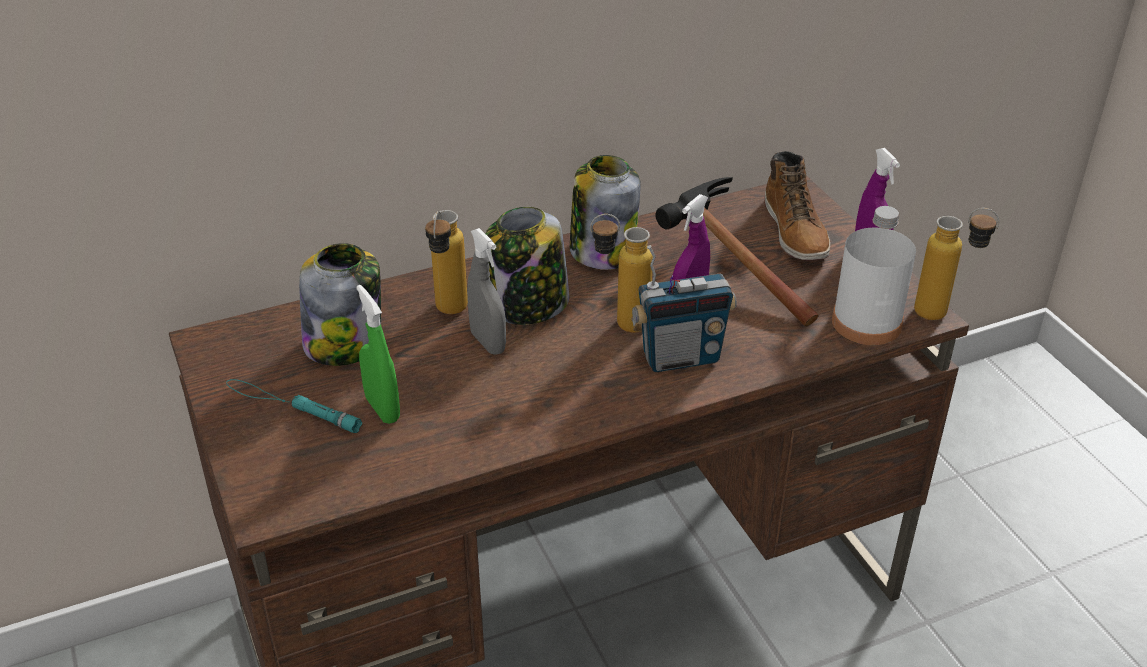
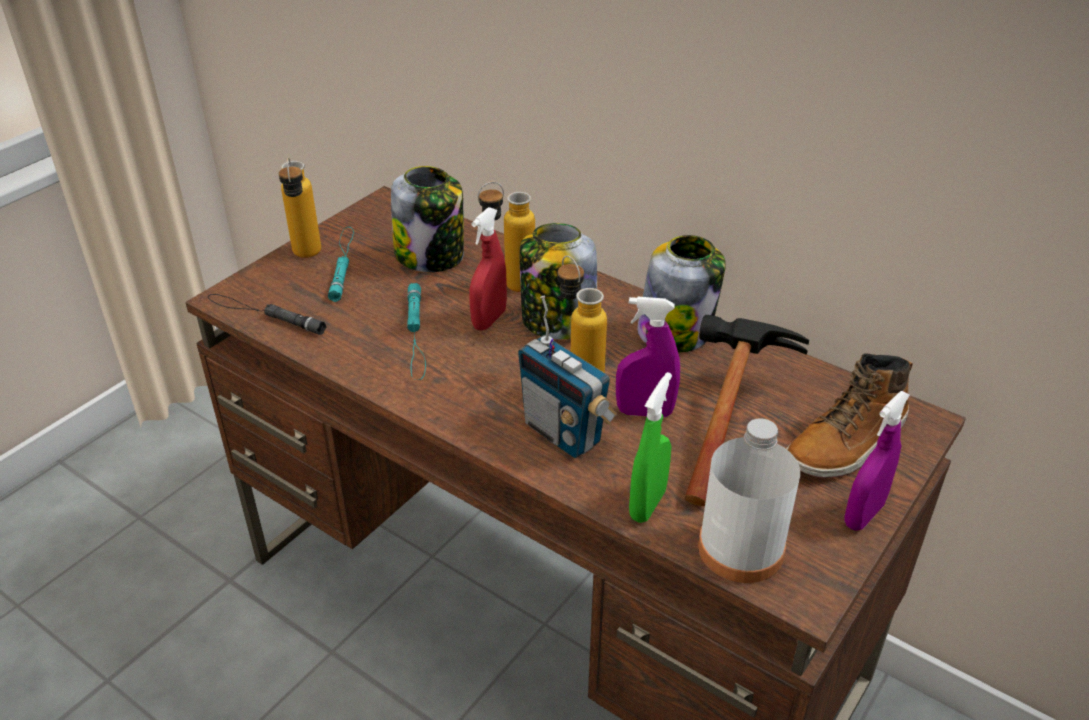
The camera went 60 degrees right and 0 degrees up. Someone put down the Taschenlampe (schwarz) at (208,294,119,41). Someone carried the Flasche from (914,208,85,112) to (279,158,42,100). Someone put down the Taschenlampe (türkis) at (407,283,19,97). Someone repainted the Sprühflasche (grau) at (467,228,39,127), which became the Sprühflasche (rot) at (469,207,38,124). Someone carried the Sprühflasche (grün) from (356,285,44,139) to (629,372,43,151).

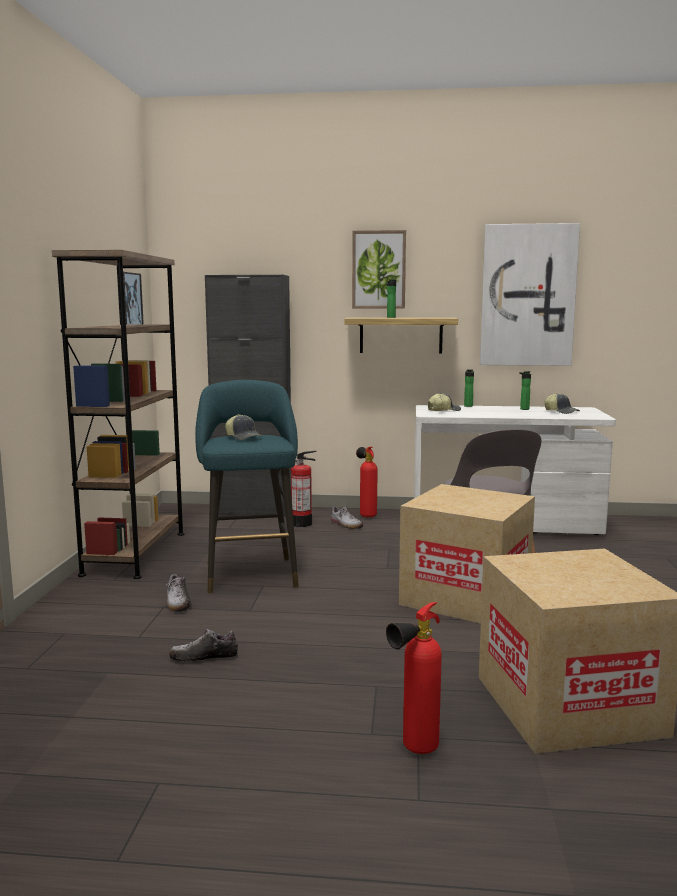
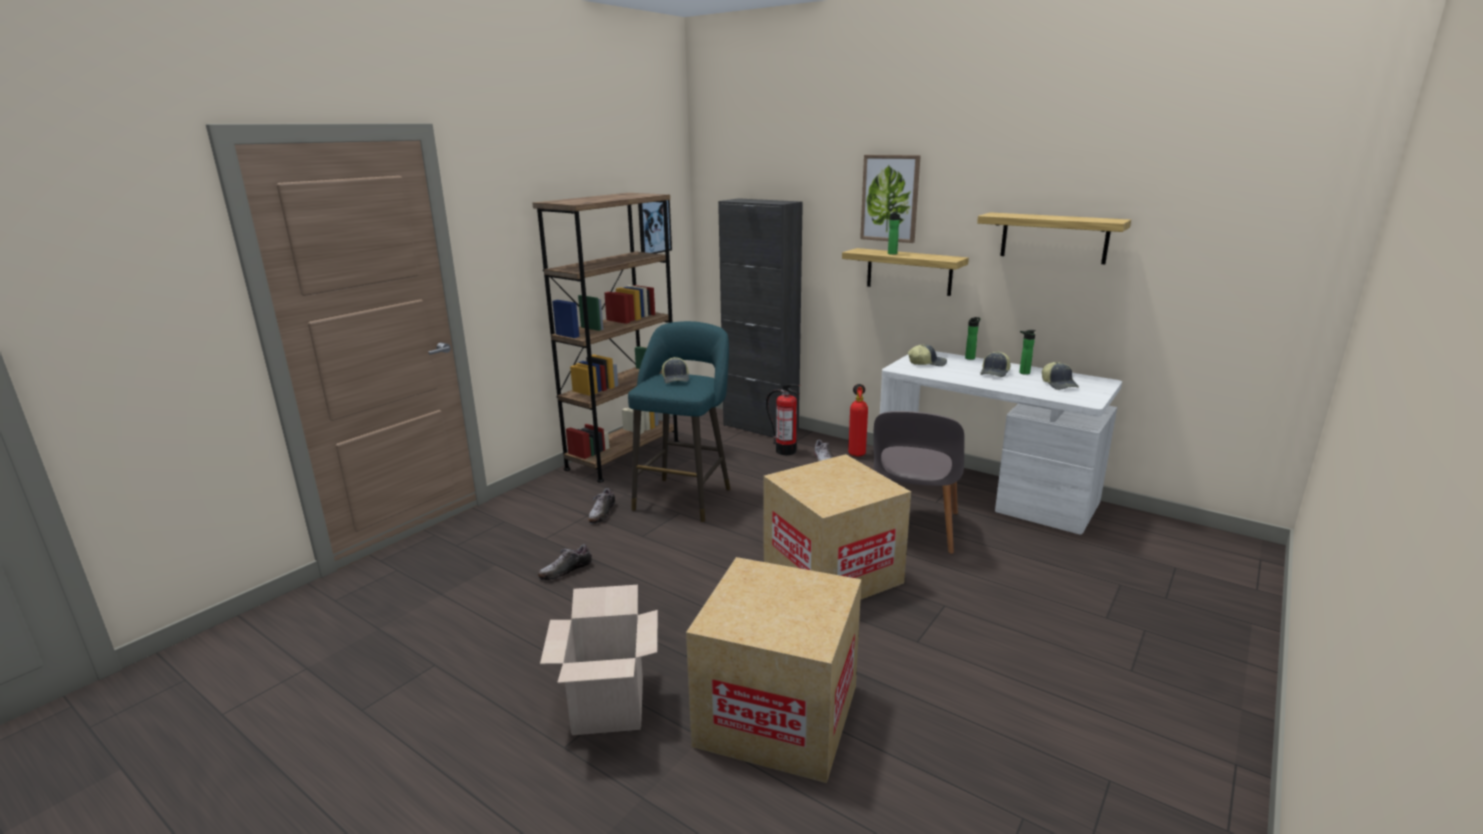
The camera went 30 degrees right and 10 degrees up. Someone rotated the Schuh at (169,629,69,33) by 60 degrees counterclockwise. Someone swapped the Feuerlöscher at (386,602,56,152) for the Karton at (540,585,118,150). Someone swapped the Bild at (480,223,100,143) for the Wandregal at (977,212,154,52). Someone put down the Kappe at (980,351,30,26).

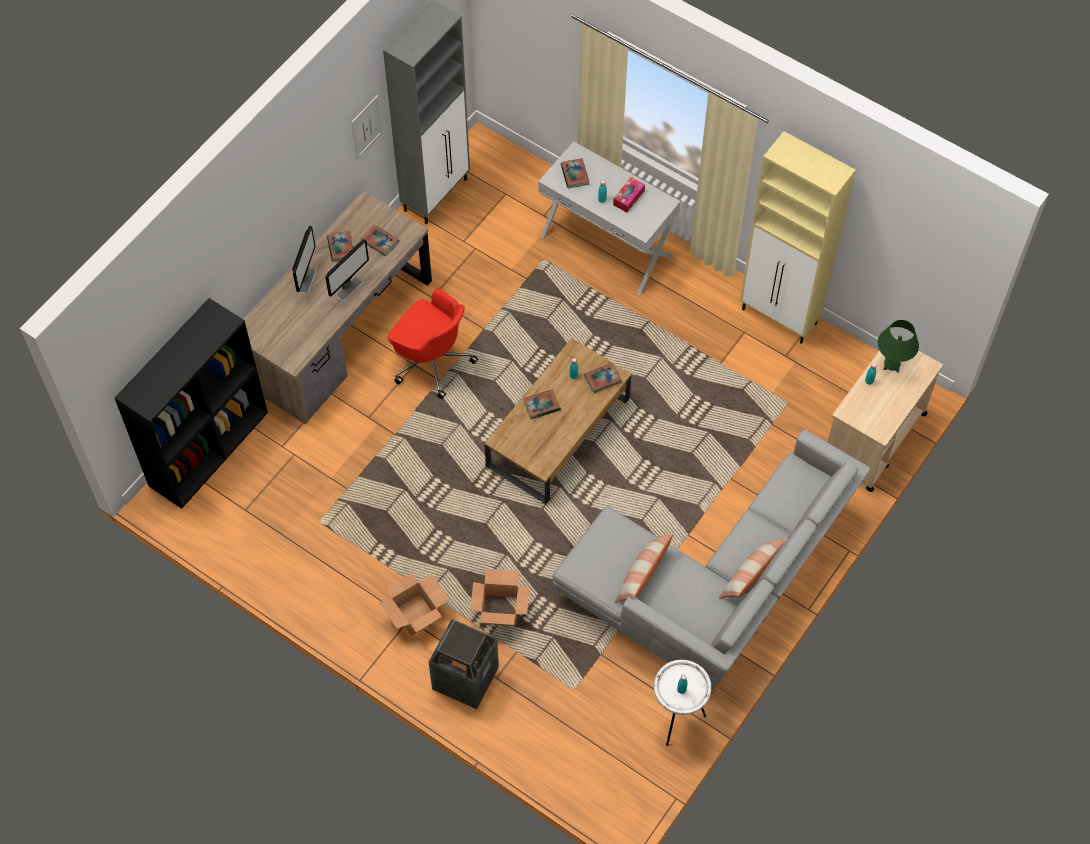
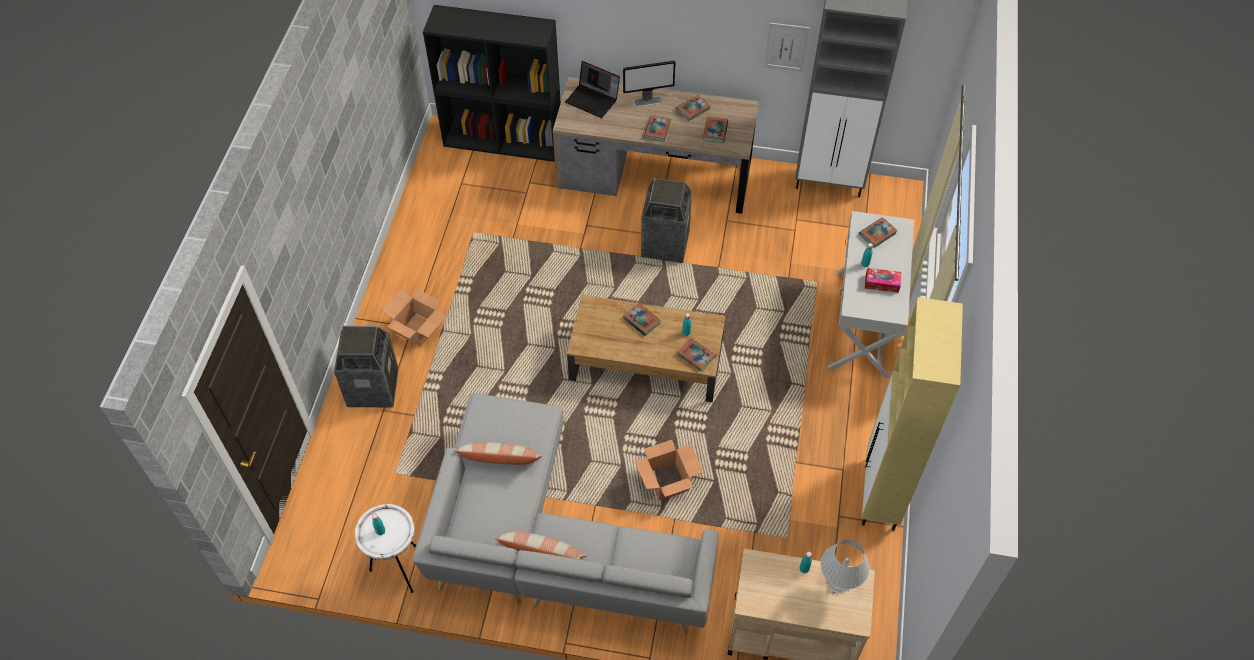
The camera went 65 degrees right and 5 degrees down. Someone put down the Laptop at (565,61,55,57). Someone carried the Karton from (470,569,59,57) to (635,440,69,61). Someone swapped the Bürostuhl (rot) at (388,289,90,110) for the Mülleimer at (641,178,51,85). Someone swapped the Monitor at (325,239,44,62) for the Buch at (644,115,27,27). Someone repainted the Tischlampe (grün) at (878,320,41,53), which became the Tischlampe (weiß) at (820,540,50,55).

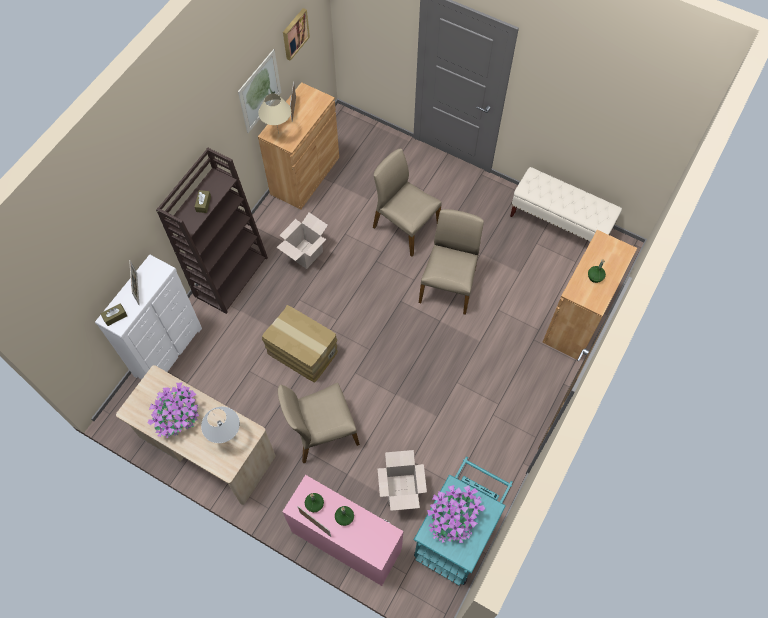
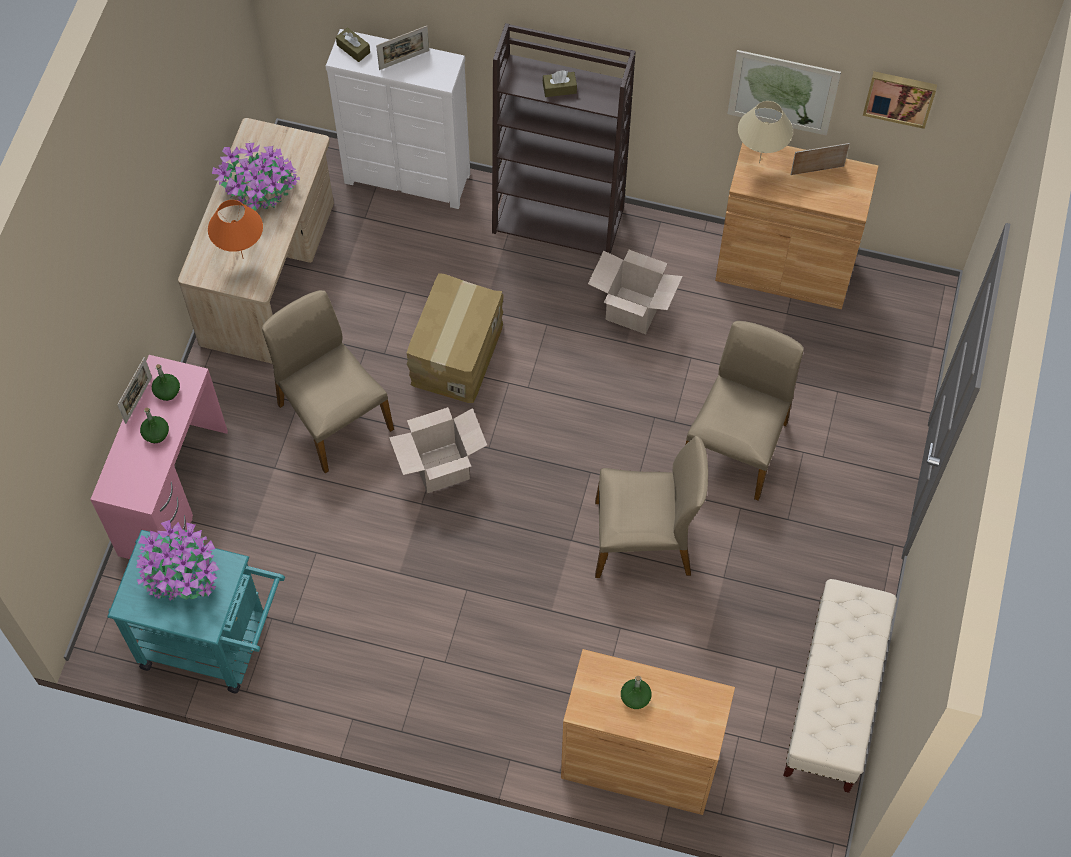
The camera went 75 degrees right and 0 degrees up. Someone repainted the Tischlampe (weiß) at (201,407,39,36), which became the Tischlampe (orange) at (208,200,55,58). Someone carried the Karton from (378,450,49,61) to (389,407,98,86).

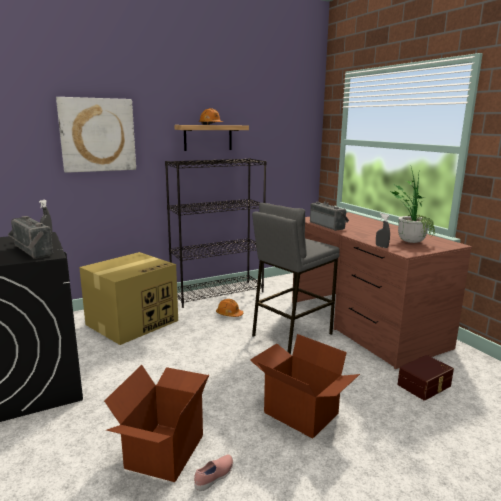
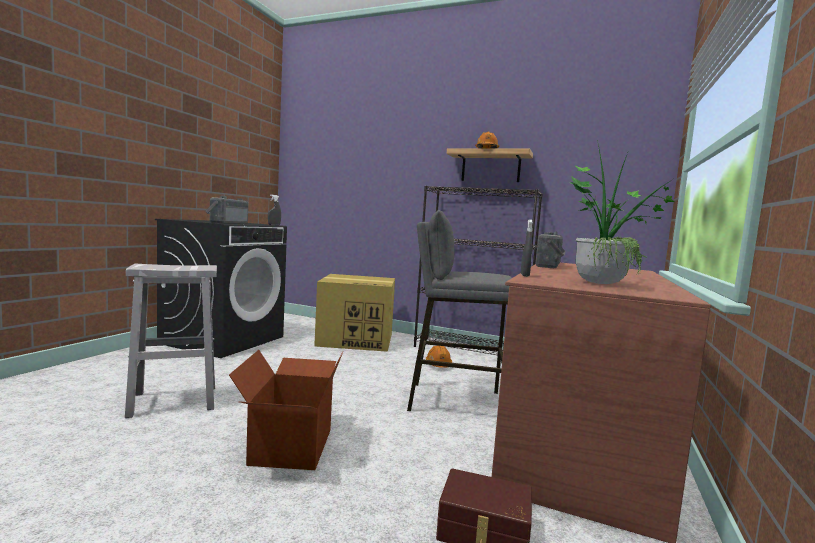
The camera went 50 degrees right and 10 degrees down. Someone swapped the Karton at (104,365,105,117) for the Hocker (weiß) at (125,264,92,154). Someone took away the Bild at (56,97,80,76). Someone took away the Schuh (rosa) at (194,454,39,37).

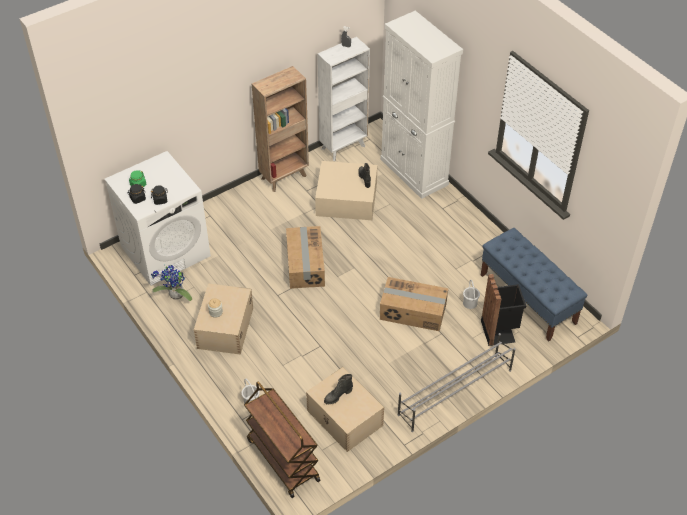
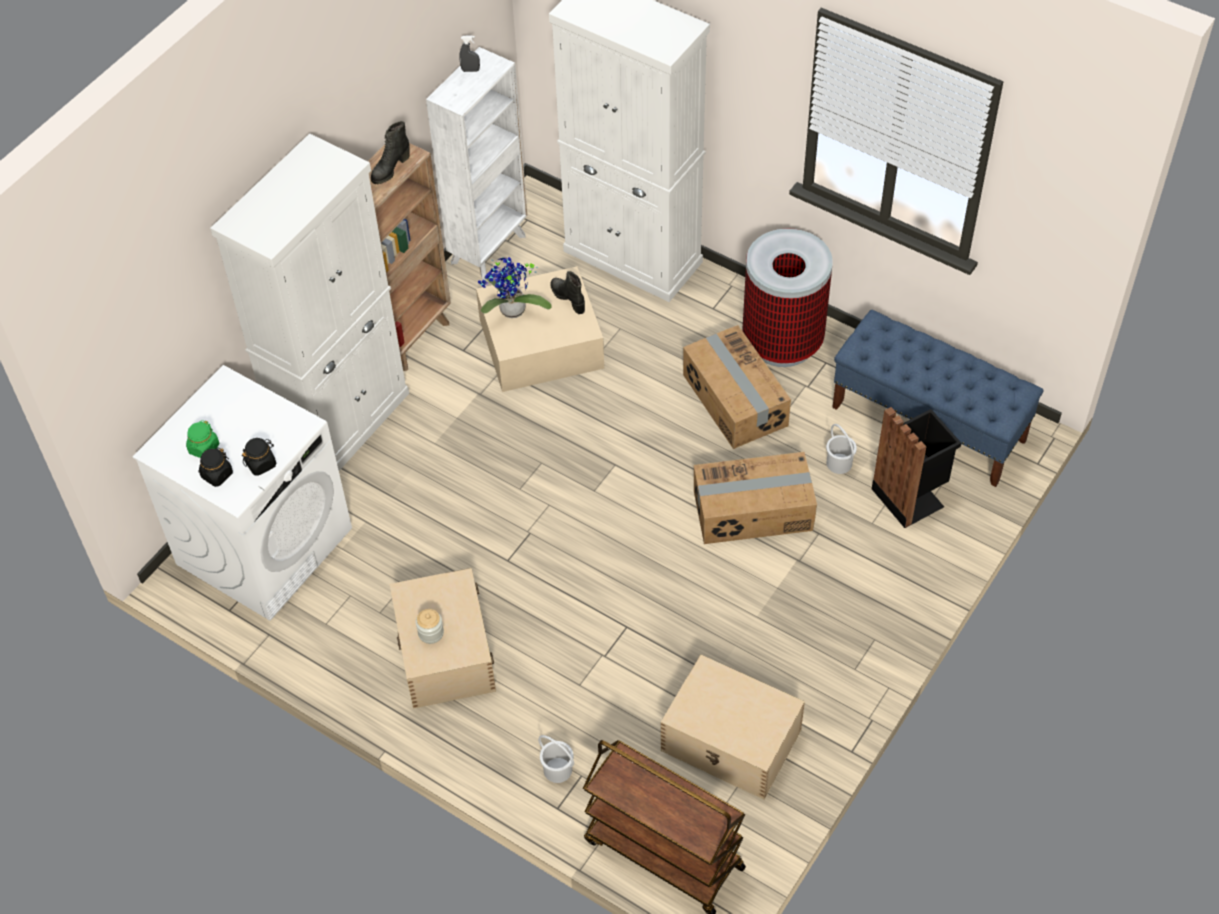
The camera went 20 degrees left and 5 degrees up. Someone put down the Schrank (weiß) at (210,133,199,338). Someone carried the Stiefel (schwarz) from (324,374,29,31) to (371,121,39,63). Someone carried the Topfpflanze from (151,264,41,37) to (478,257,74,61). Someone carried the Karton from (286,226,39,63) to (683,325,108,124). Someone put down the Mülleimer at (742,228,91,139). Someone took away the Schuhregal (grau) at (397,333,119,99).

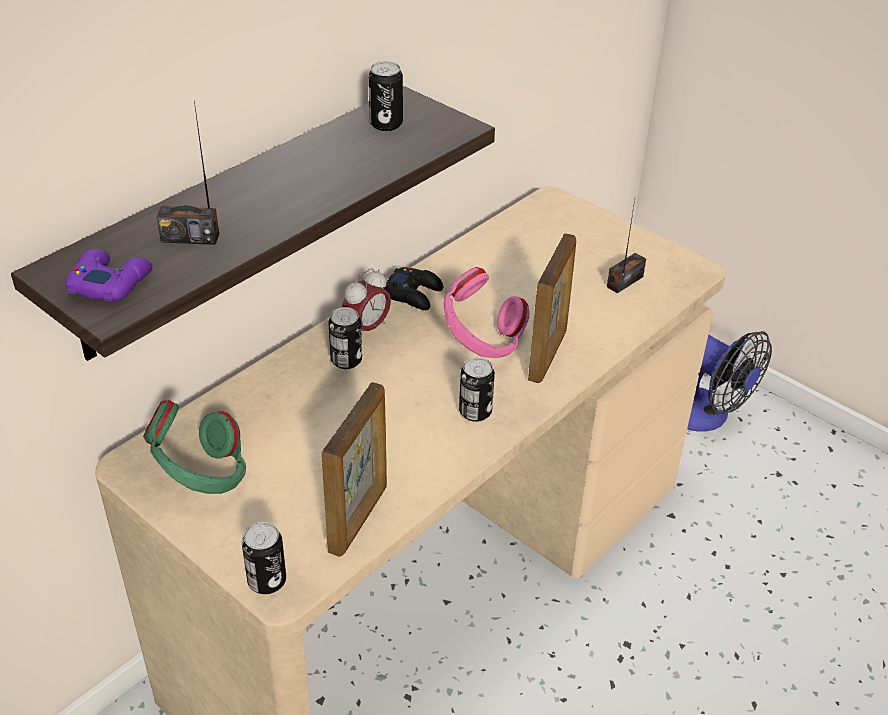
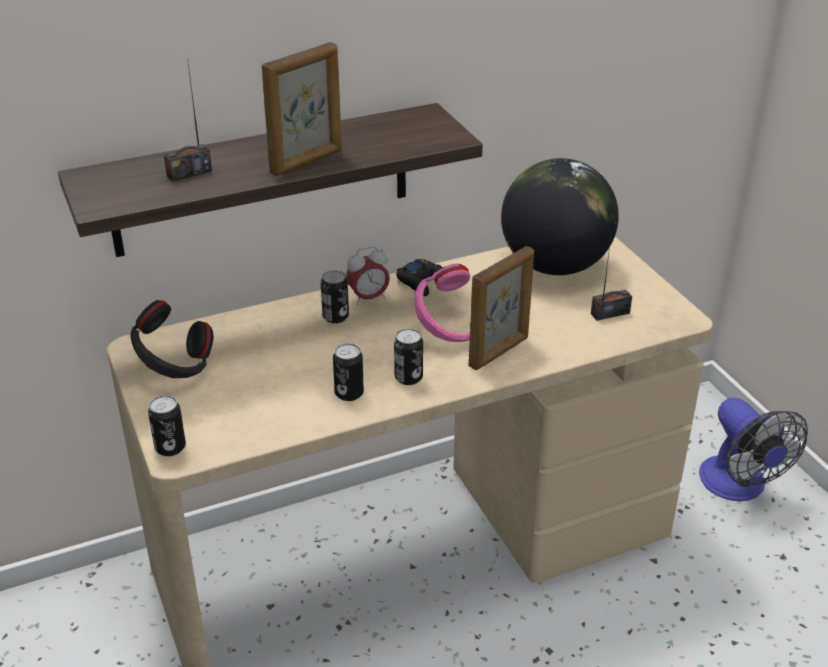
The camera went 25 degrees right and 5 degrees down. Someone repainted the Kopfhörer (grün) at (143,400,103,94), which became the Kopfhörer (schwarz) at (130,300,84,78). Someone rotated the Radio at (156,101,63,144) by 60 degrees counterclockwise. Someone carried the Bilderrahmen from (321,382,66,175) to (262,42,80,134). Someone carried the Dose from (368,61,35,70) to (333,343,31,58). Someone put down the Globus at (501,158,118,117). Someone took away the Gamepad (lila) at (65,249,88,53).

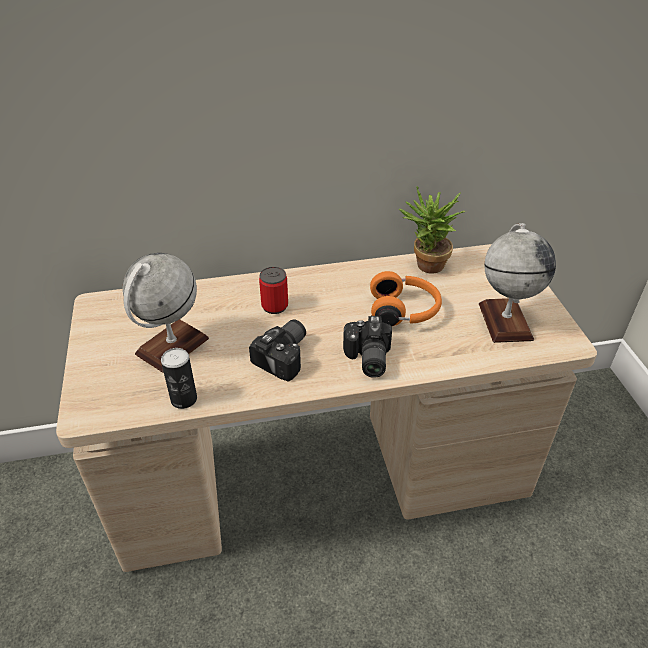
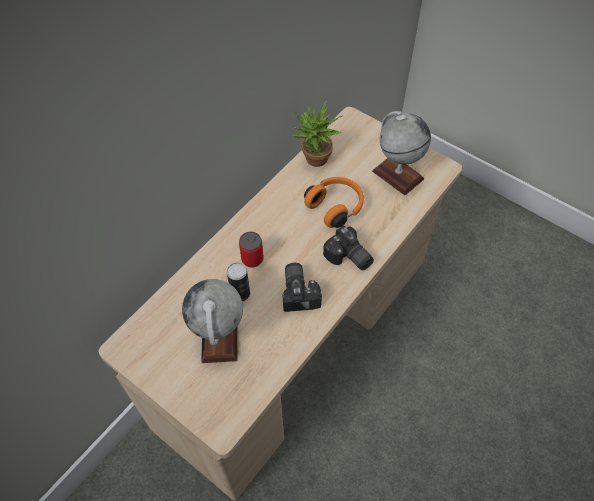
The camera went 40 degrees left and 15 degrees up. Someone carried the Dose from (161,348,36,61) to (227,263,23,38).

